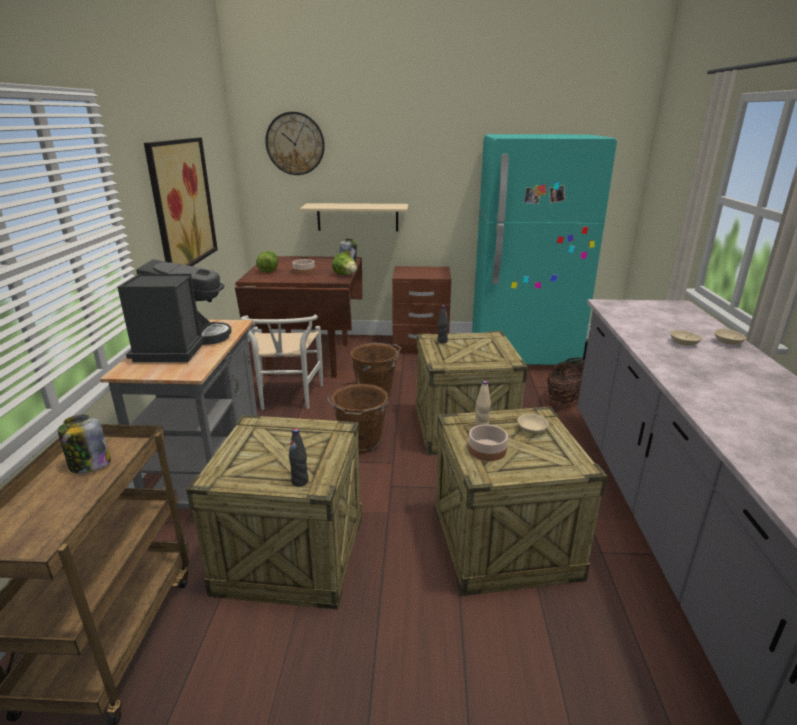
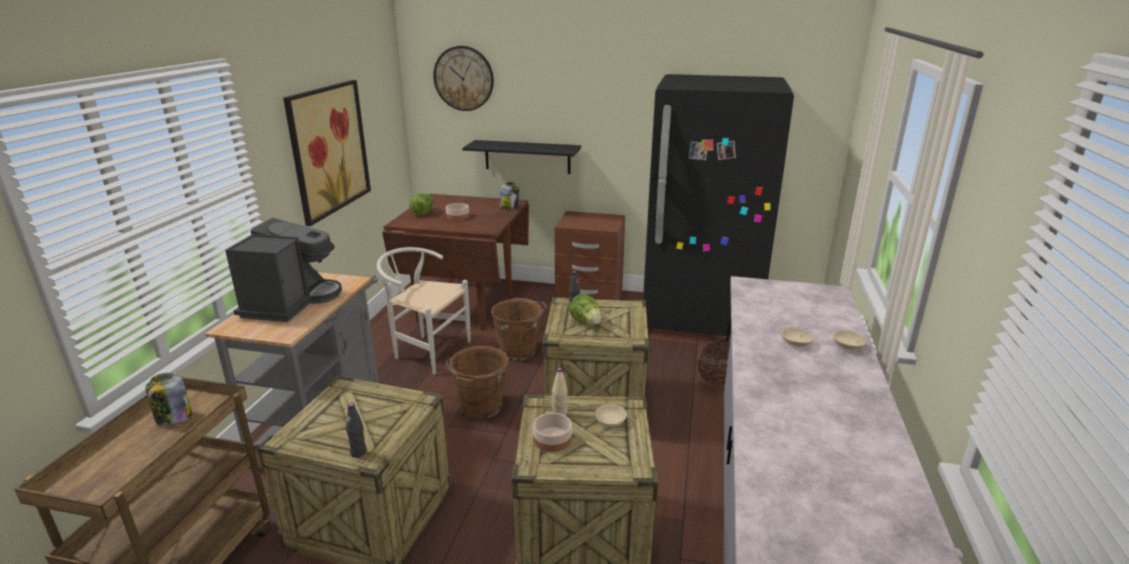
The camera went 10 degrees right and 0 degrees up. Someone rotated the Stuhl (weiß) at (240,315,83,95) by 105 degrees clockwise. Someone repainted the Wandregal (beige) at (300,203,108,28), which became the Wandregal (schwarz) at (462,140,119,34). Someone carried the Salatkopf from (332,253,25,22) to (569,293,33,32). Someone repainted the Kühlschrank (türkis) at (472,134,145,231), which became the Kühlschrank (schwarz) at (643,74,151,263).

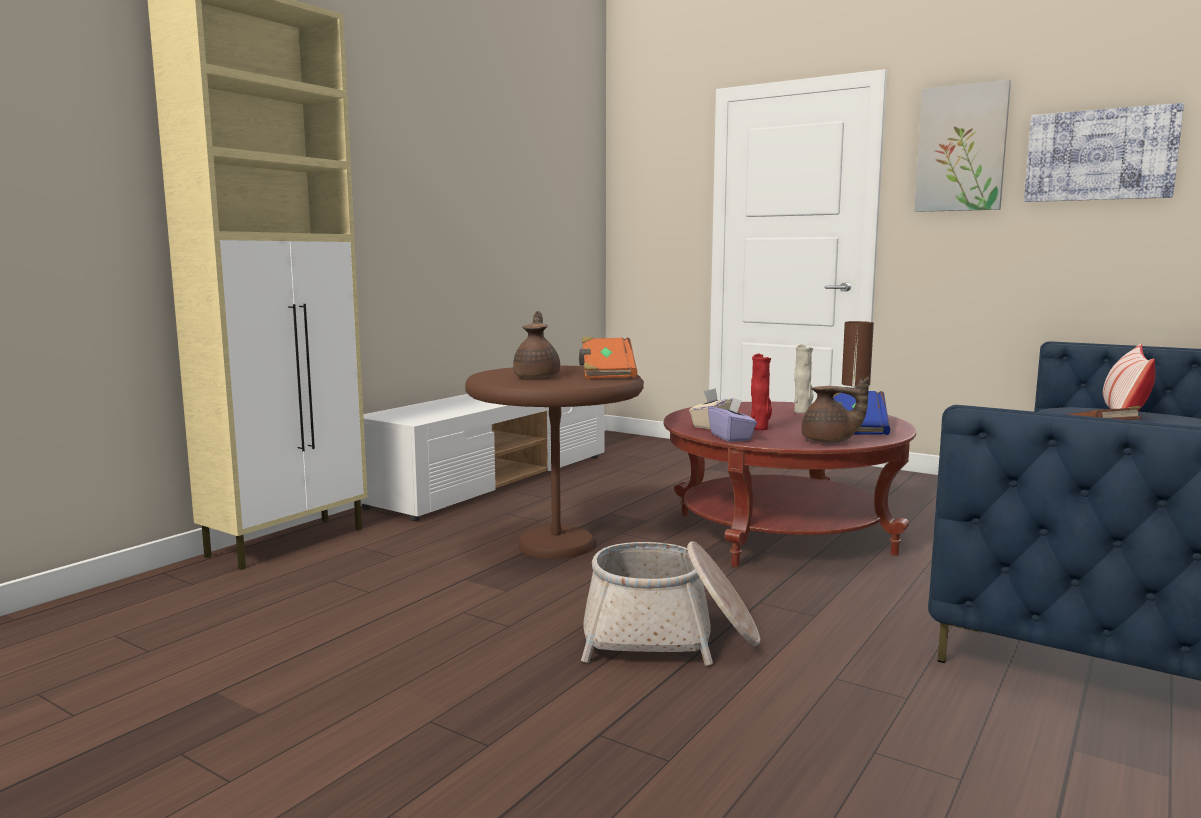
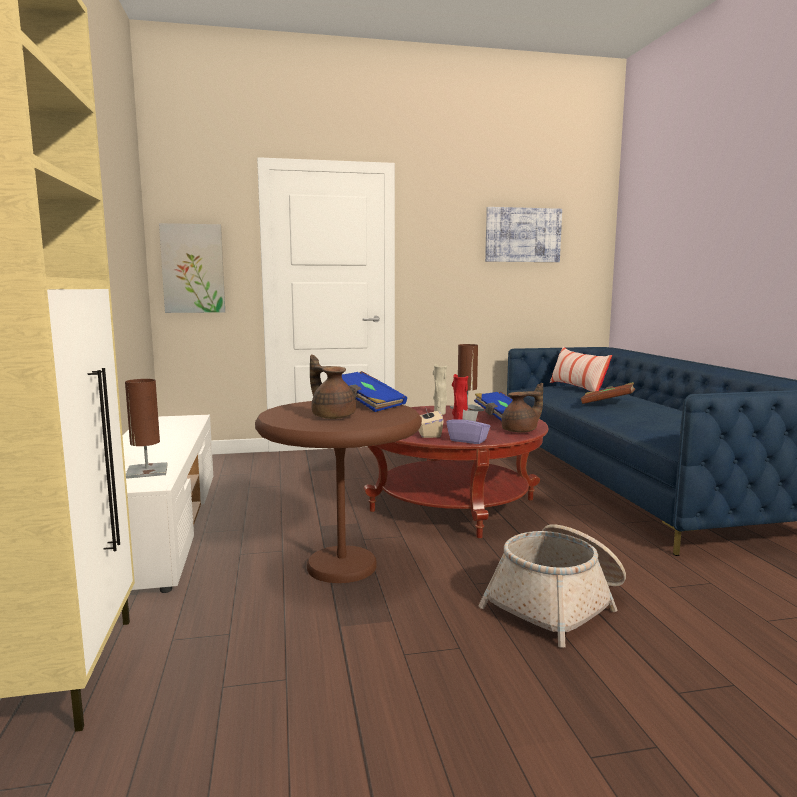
The camera went 45 degrees left and 0 degrees up. Someone put down the Tischlampe (braun) at (125,379,43,100). Someone carried the Bild from (914,80,97,132) to (159,223,66,90). Someone repainted the Buch (orange) at (579,337,58,42), which became the Buch (blau) at (342,371,65,41).

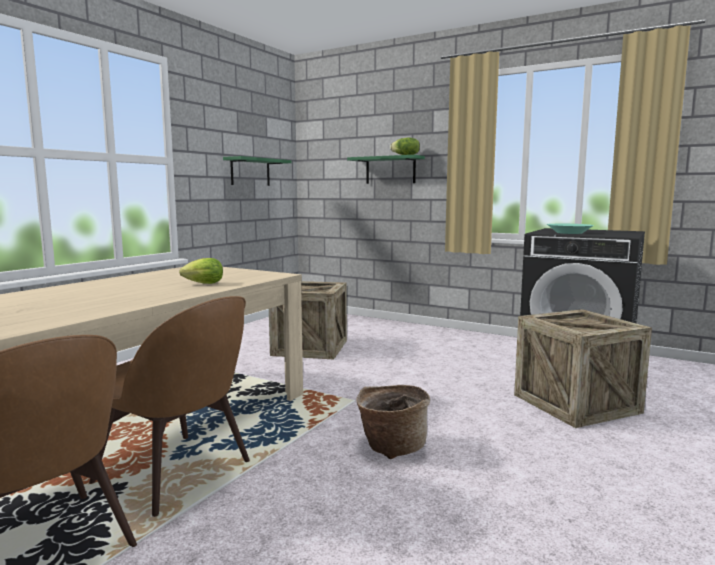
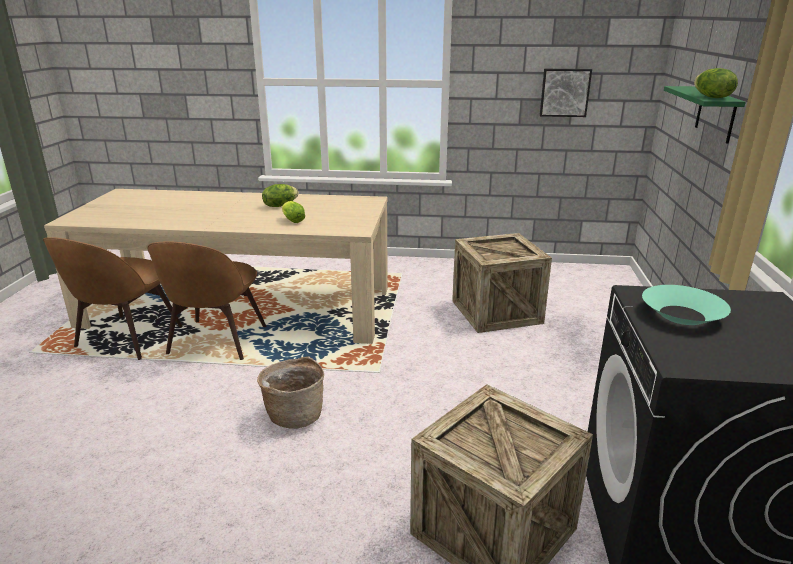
The camera went 65 degrees right and 15 degrees up. Someone put down the Salatkopf at (262,184,37,23). Someone swapped the Wandregal (grün) at (223,156,69,30) for the Bild at (540,69,52,48).

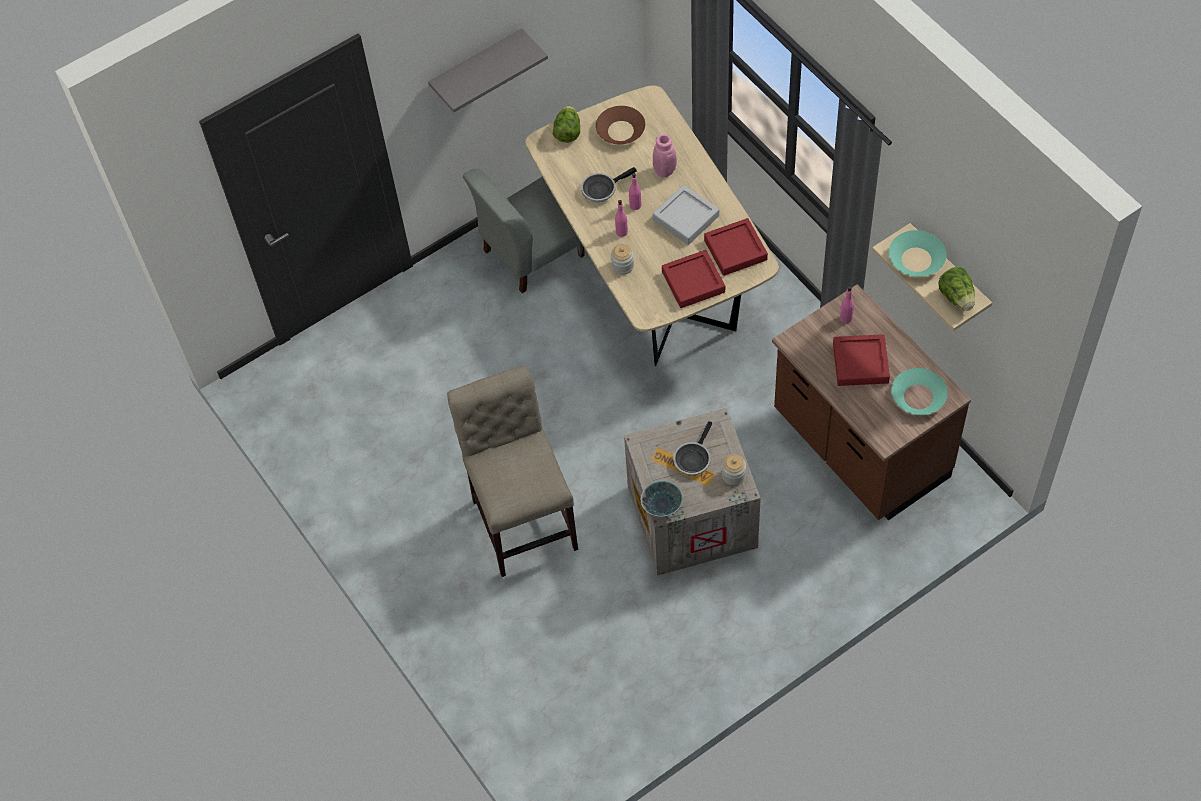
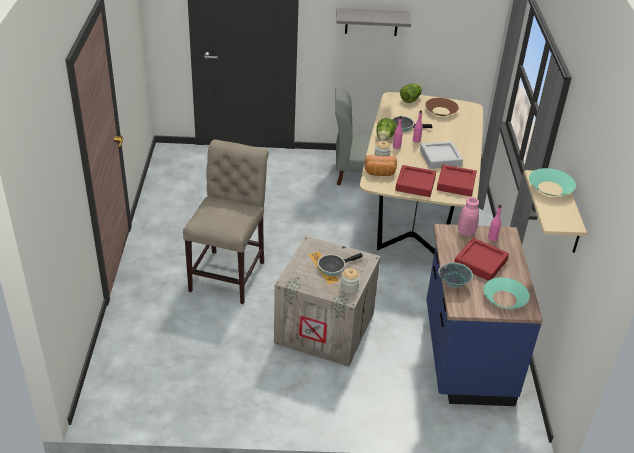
The camera went 30 degrees right and 20 degrees down. Someone put down the Brot at (364,155,33,21). Someone carried the Salatkopf from (939,267,36,44) to (377,118,19,23). Someone repainted the Küchenzeile (braun) at (772,284,199,236), which became the Küchenzeile (blau) at (426,224,117,182). Someone carried the Schüssel from (641,480,42,37) to (438,263,35,25). Someone carried the Vase (rosa) from (653,134,24,43) to (458,197,21,39).

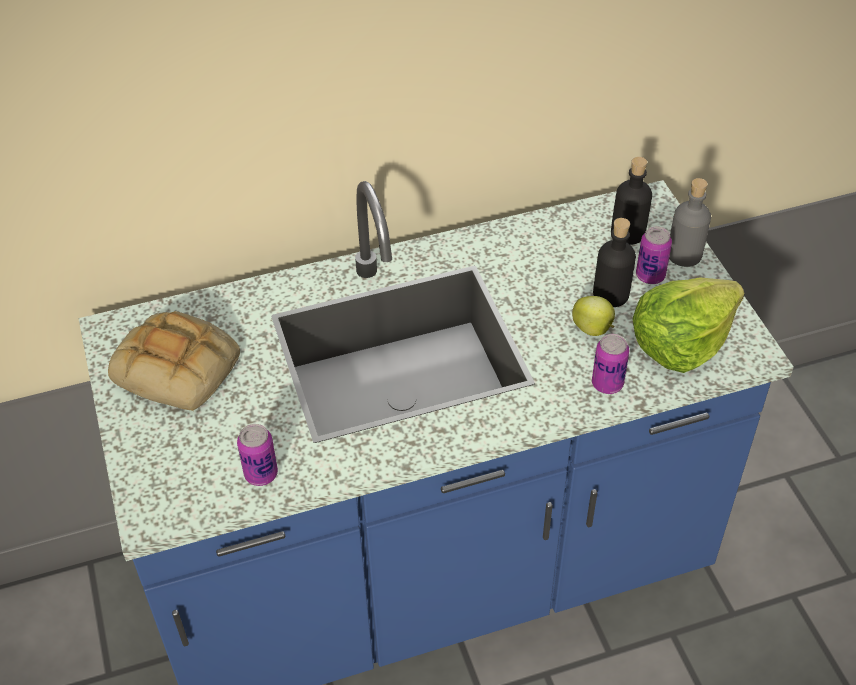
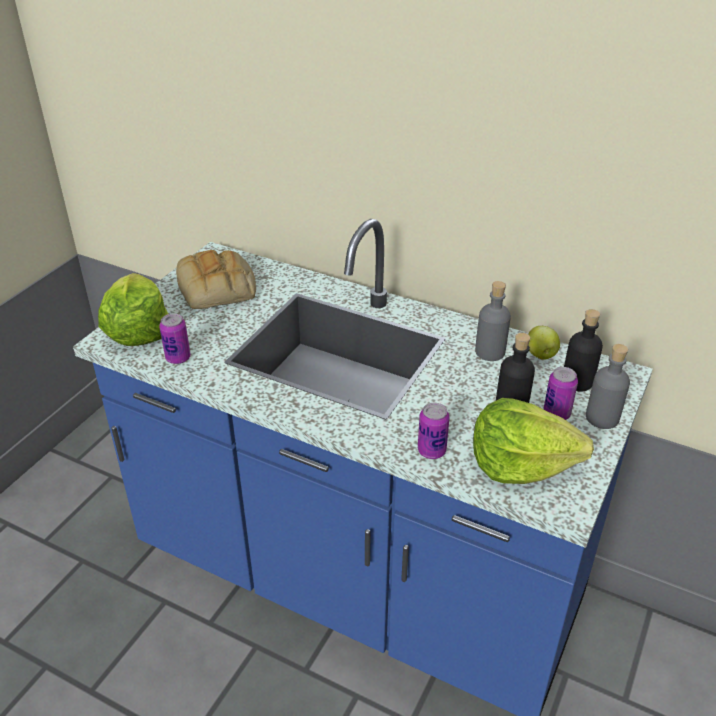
The camera went 45 degrees right and 10 degrees down. Someone put down the Salatkopf at (98,273,70,73). Someone put down the Flasche (grau) at (475,281,36,80). Someone carried the Apfel from (572,296,43,40) to (528,326,32,34).

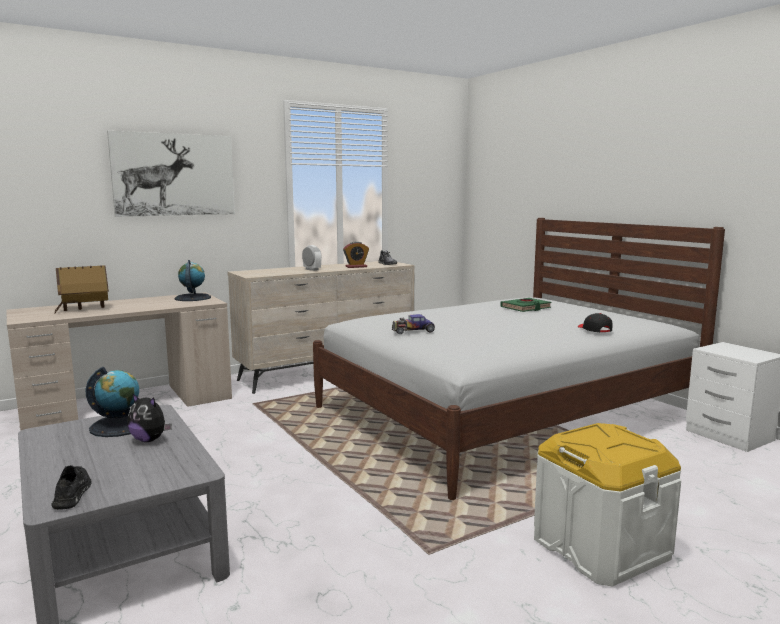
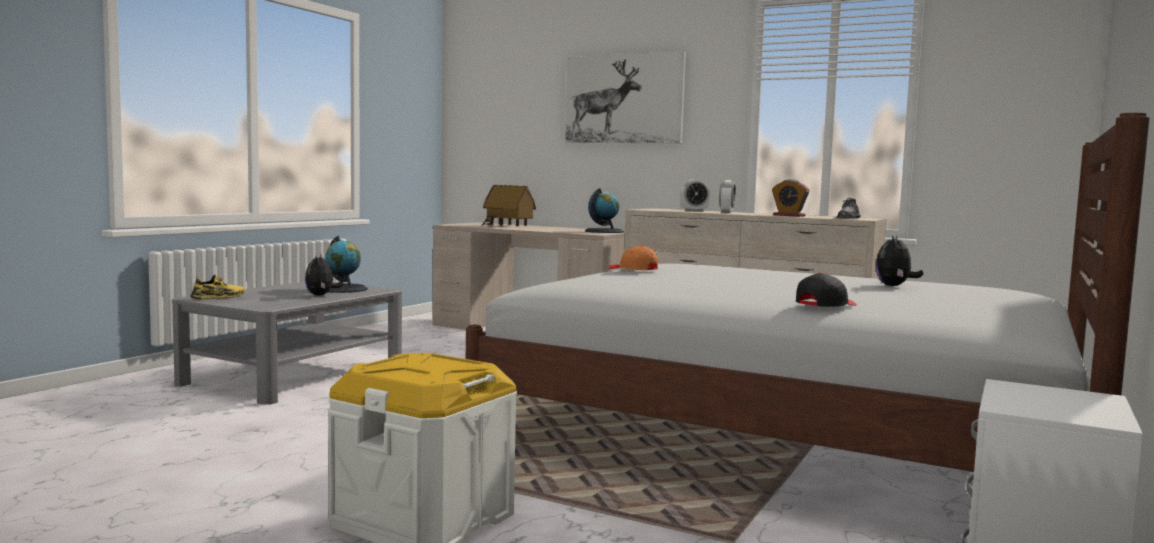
The camera went 60 degrees right and 5 degrees down. Someone repainted the Schuh (schwarz) at (52,465,40,45), which became the Schuh (gelb) at (190,275,55,25). Someone swapped the Spielzeugauto at (392,314,43,20) for the Kappe (orange) at (608,245,50,25). Someone put down the Wecker at (680,179,30,33). Someone swapped the Buch (grün) at (500,298,51,14) for the Plüschtier at (876,235,47,51).

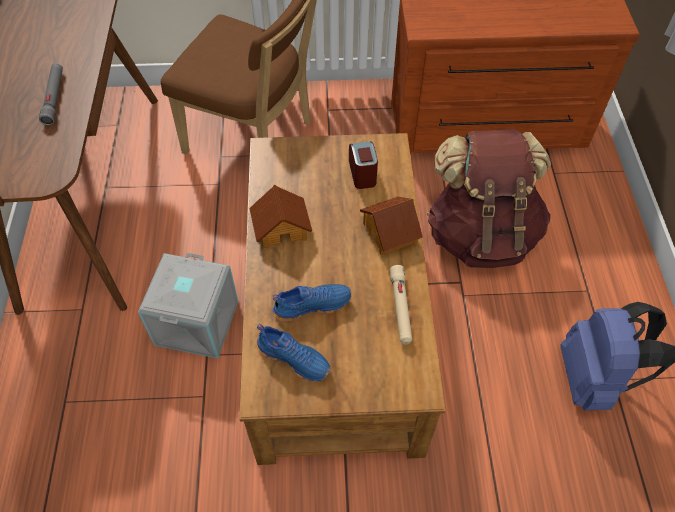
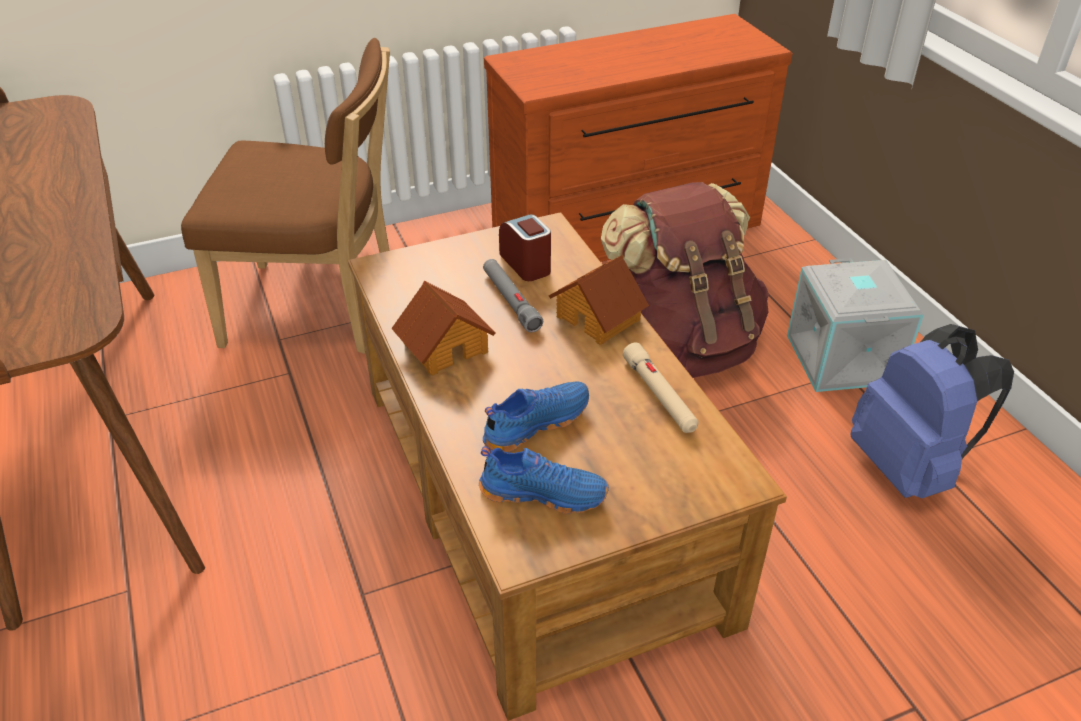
The camera went 20 degrees left and 15 degrees down. Someone carried the Taschenlampe (grau) from (39,63,24,62) to (483,259,60,73). Someone carried the Aufbewahrungsbox (grau) from (138,253,100,106) to (787,258,137,134).

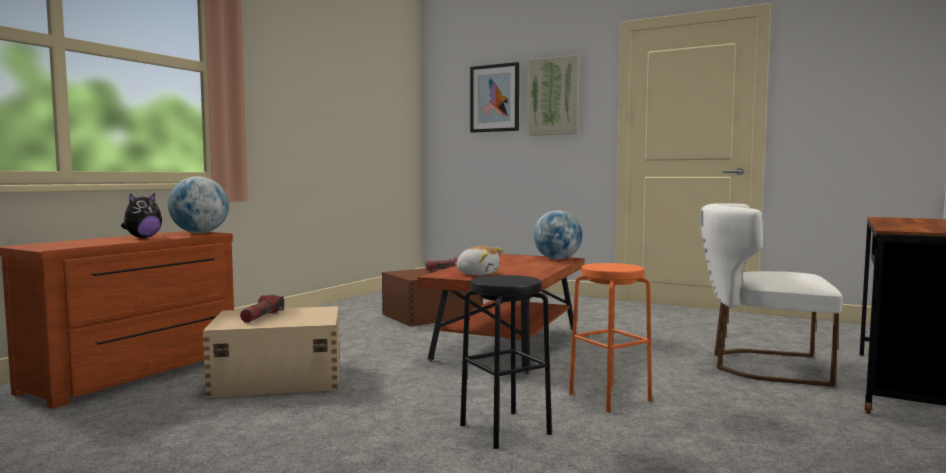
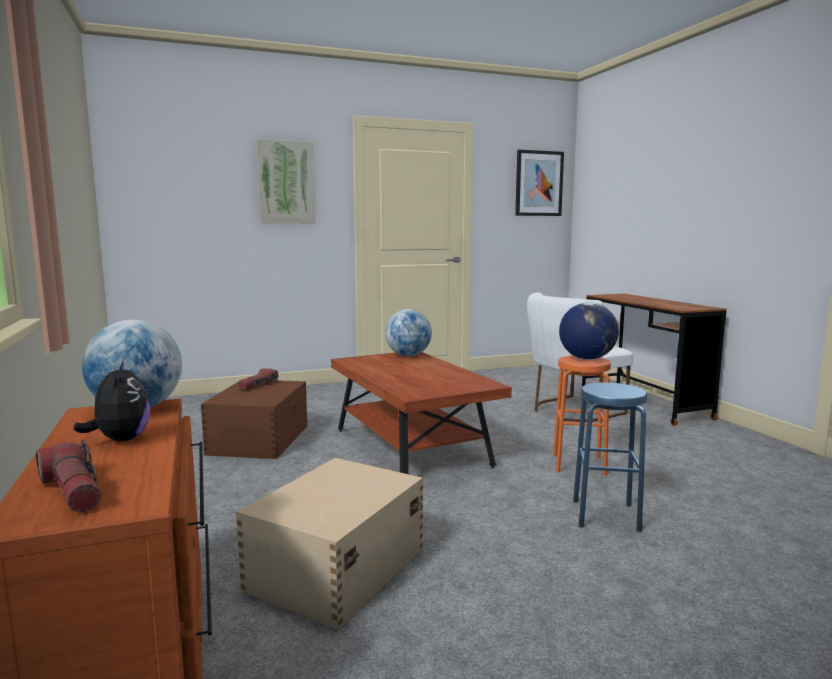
The camera went 50 degrees left and 5 degrees up. Someone carried the Taschenlampe from (240,295,44,28) to (36,440,66,73). Someone carried the Bild from (470,62,49,71) to (515,150,49,66). Someone put down the Globus at (559,302,60,58). Someone repainted the Hocker (schwarz) at (460,275,92,174), which became the Hocker (blau) at (573,383,74,149). Someone took away the Plüschtier at (454,246,50,29).

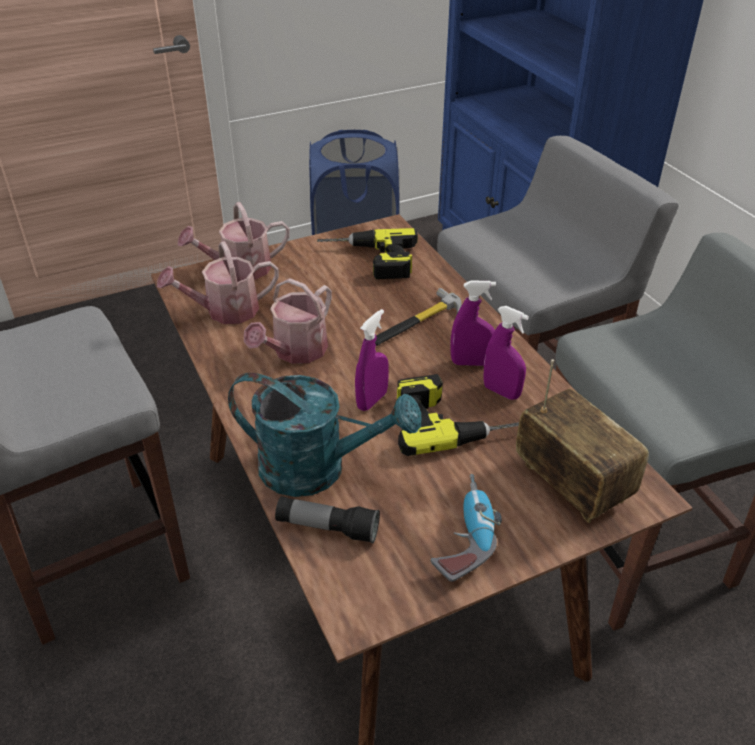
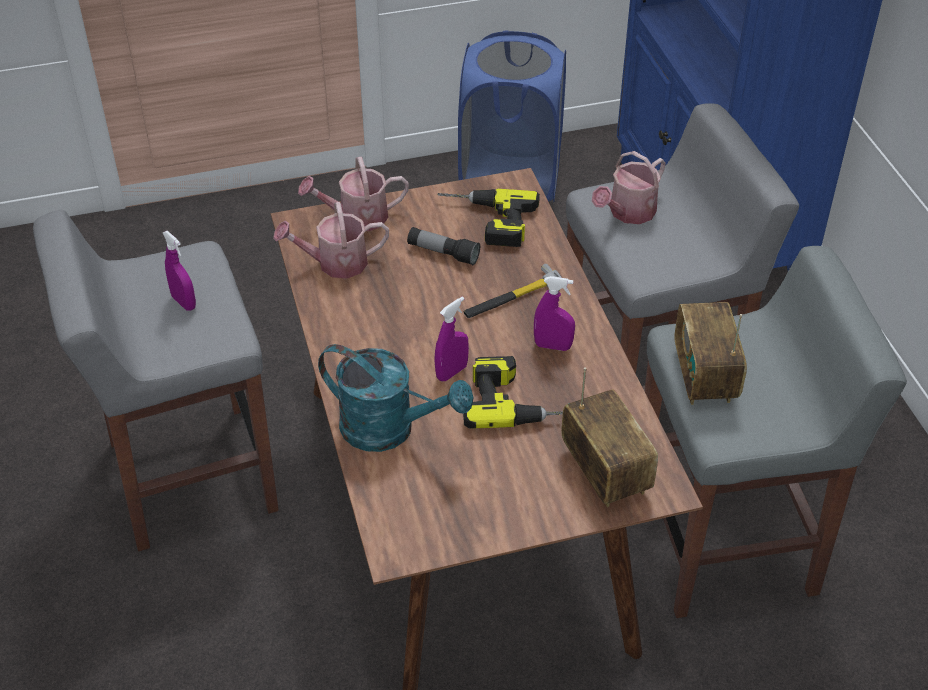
The camera went 10 degrees right and 5 degrees up. Someone carried the Sprühflasche (lila) from (484,306,45,94) to (163,231,33,80). Someone carried the Taschenlampe from (275,496,105,48) to (407,227,73,39). Someone carried the Gießkanne from (244,278,88,86) to (592,151,74,73). Someone put down the Radio at (674,302,73,103). Someone took away the Bohrmaschine at (431,474,71,108).

